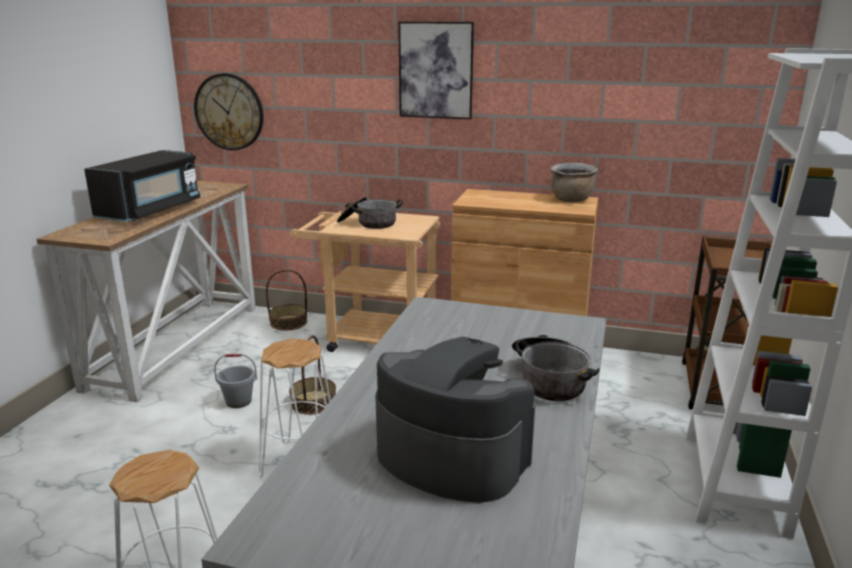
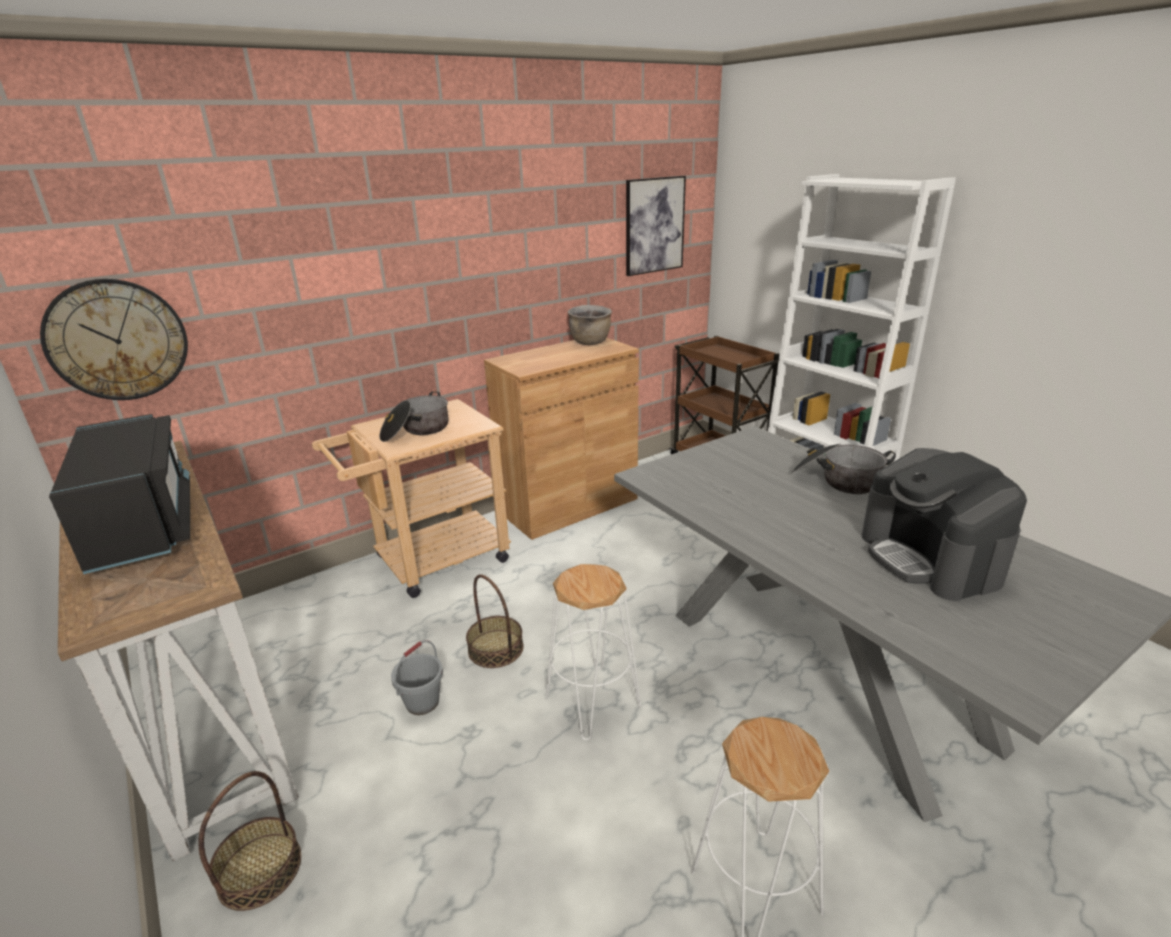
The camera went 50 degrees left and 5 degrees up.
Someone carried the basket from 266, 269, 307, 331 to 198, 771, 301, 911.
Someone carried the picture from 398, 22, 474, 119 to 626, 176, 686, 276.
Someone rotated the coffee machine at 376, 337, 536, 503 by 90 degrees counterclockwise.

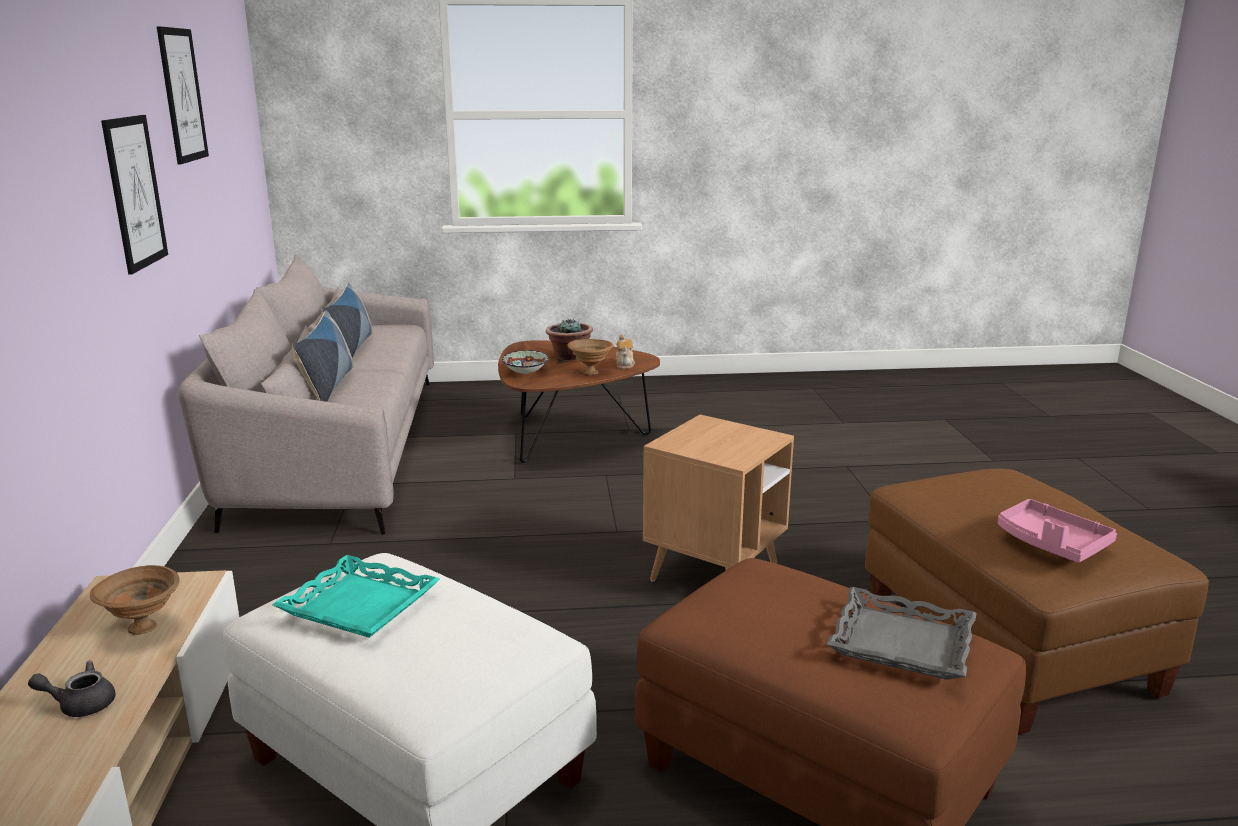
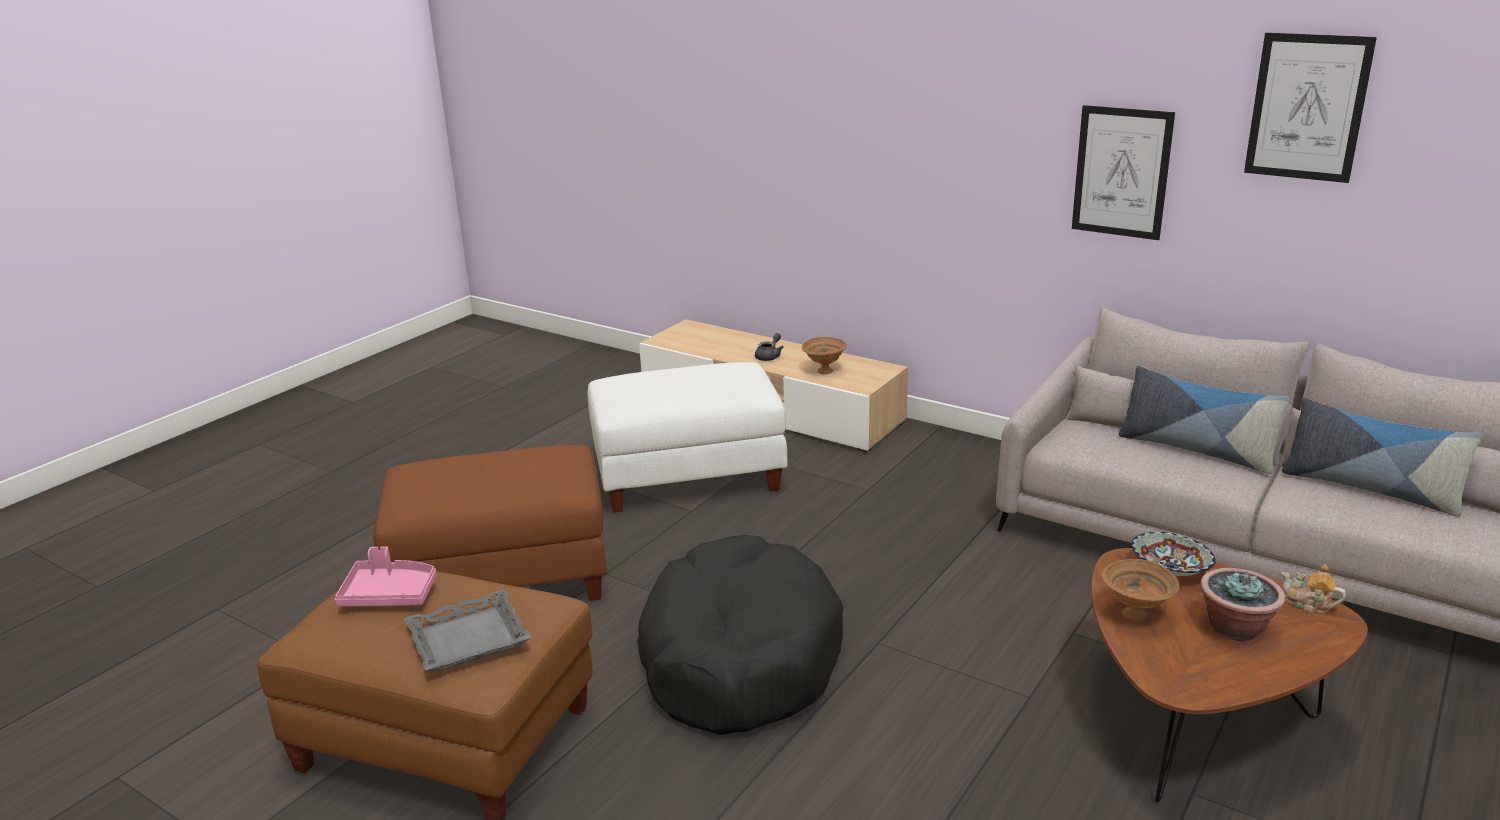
The camera went 130 degrees right and 5 degrees up.
Someone took away the turquoise tray at 272, 555, 440, 638.
Someone carried the teapot from 616, 335, 635, 369 to 1281, 564, 1346, 614.
Someone carried the grey tray from 827, 587, 977, 680 to 404, 589, 532, 672.
Someone swapped the brown side table at 643, 414, 794, 582 for the black dog bed at 637, 535, 843, 735.

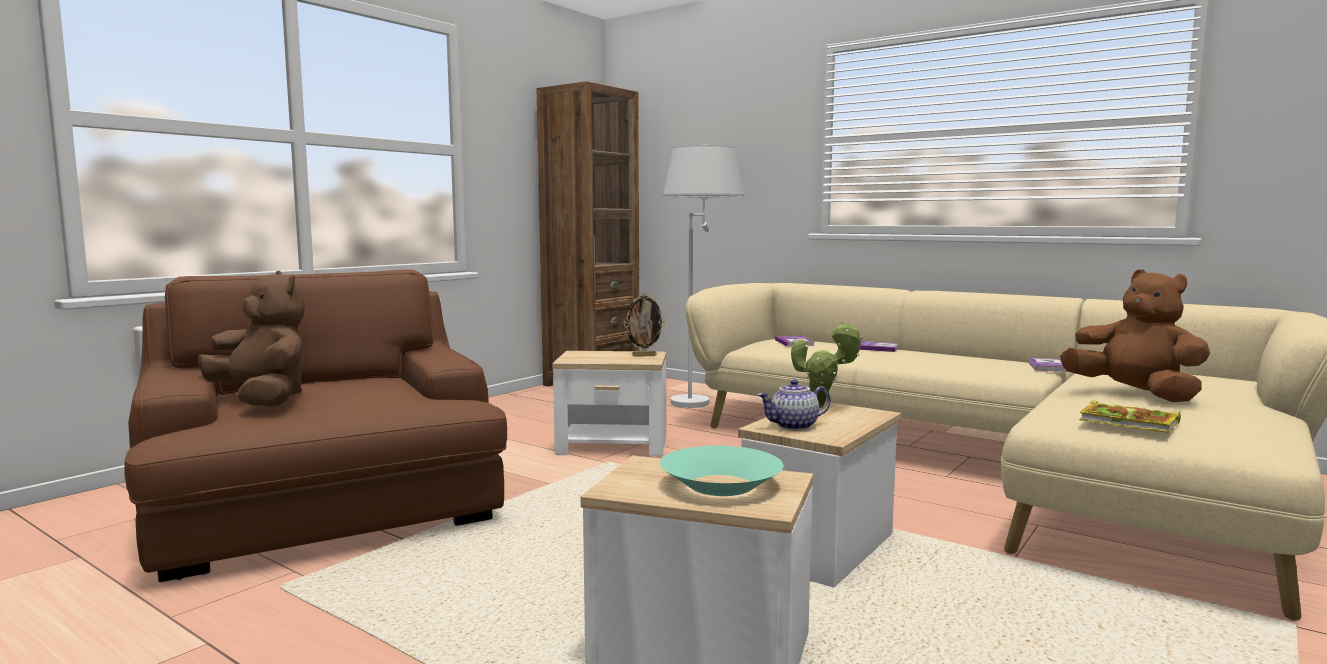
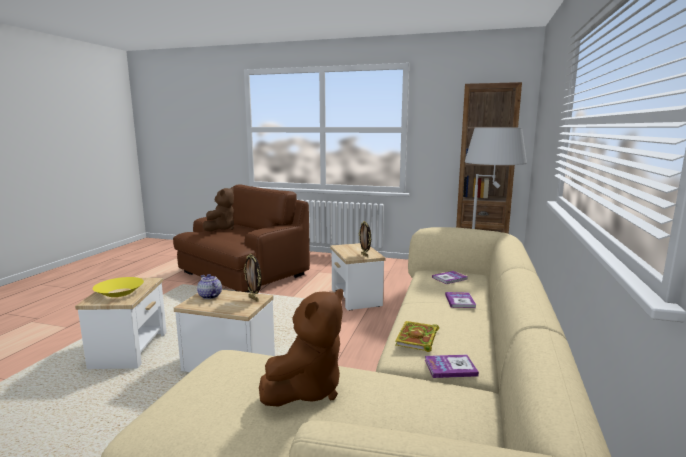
The camera went 70 degrees right and 5 degrees up.
Someone carried the book from 1079, 400, 1181, 433 to 395, 321, 439, 352.
Someone swapped the potted plant at 791, 322, 863, 408 for the picture frame at 244, 254, 262, 302.
Someone repainted the turquoise bowl at 660, 446, 783, 496, which became the yellow bowl at 92, 277, 144, 297.

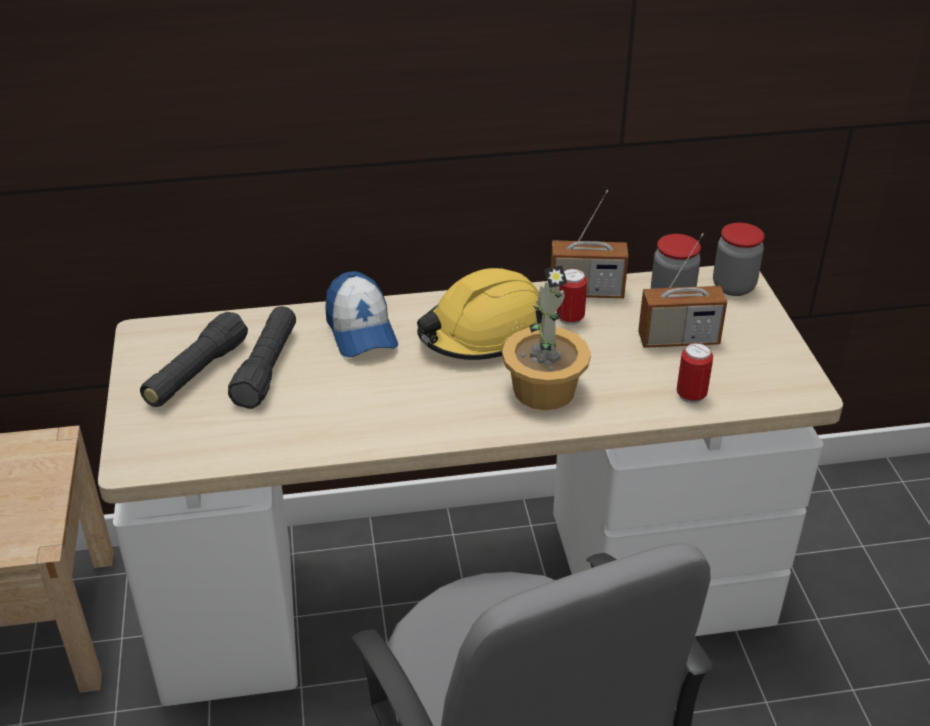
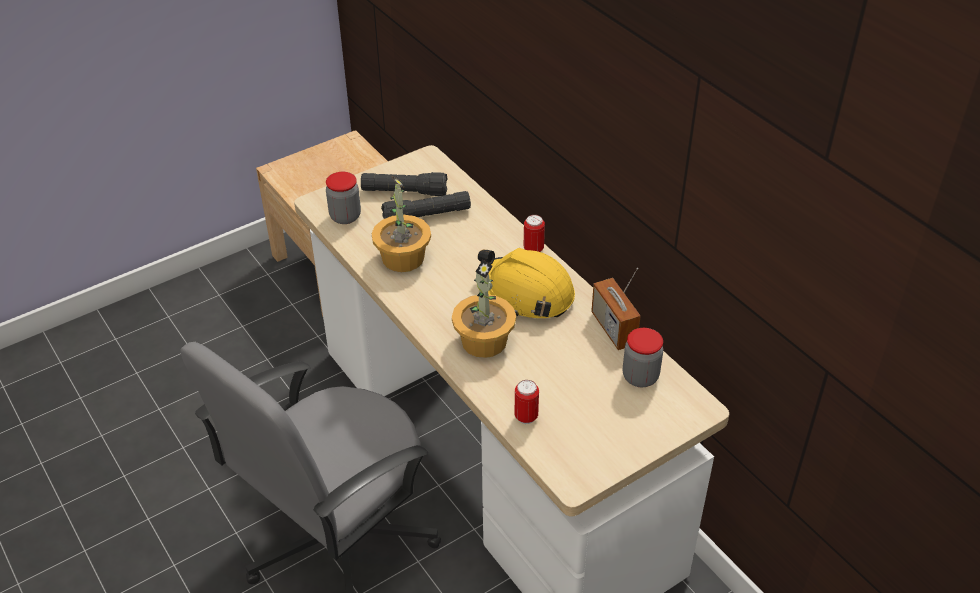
The camera went 65 degrees right and 5 degrees up.
Someone took away the cap at 325, 271, 398, 357.
Someone took away the radio at 638, 233, 727, 348.
Someone put down the potted plant at 372, 176, 431, 272.
Someone carried the can from 556, 268, 587, 325 to 524, 215, 545, 252.
Someone carried the jar from 713, 223, 764, 296 to 326, 172, 361, 224.

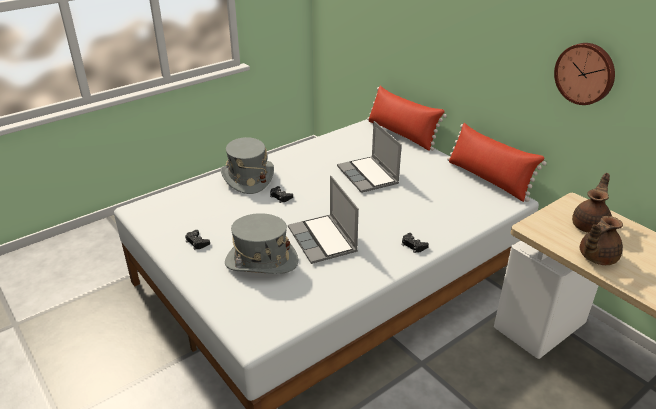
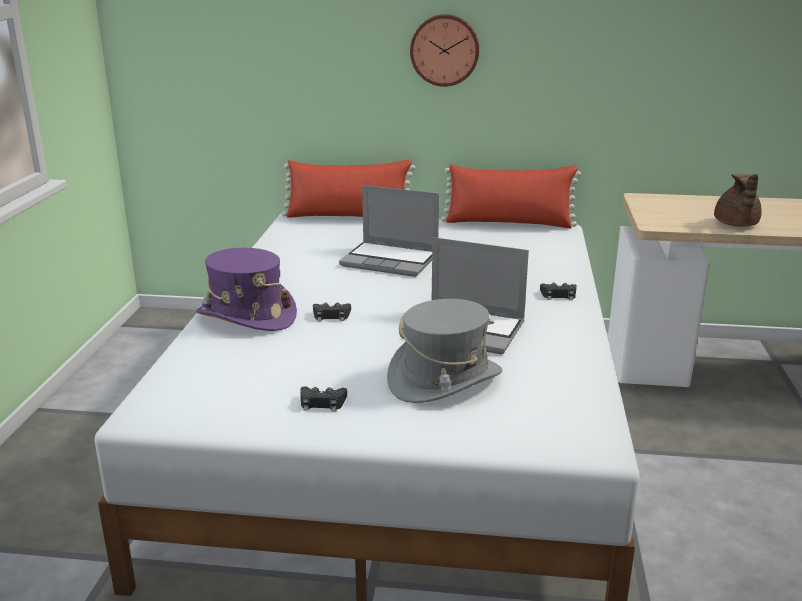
The camera went 45 degrees left and 10 degrees down.
Someone took away the brown teapot at 572, 173, 612, 233.
Someone carried the wall clock from 554, 43, 615, 105 to 410, 14, 479, 87.
Someone repainted the grey hat at 221, 137, 274, 194, which became the purple hat at 196, 248, 297, 331.

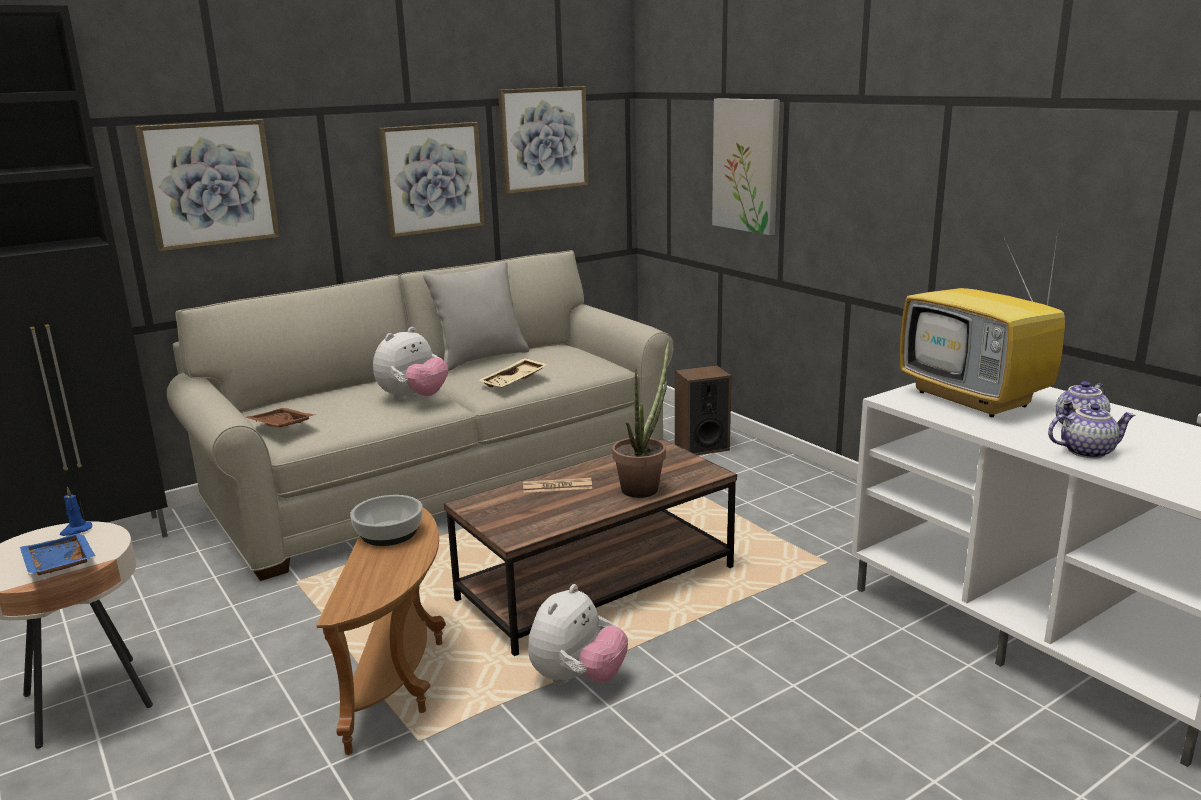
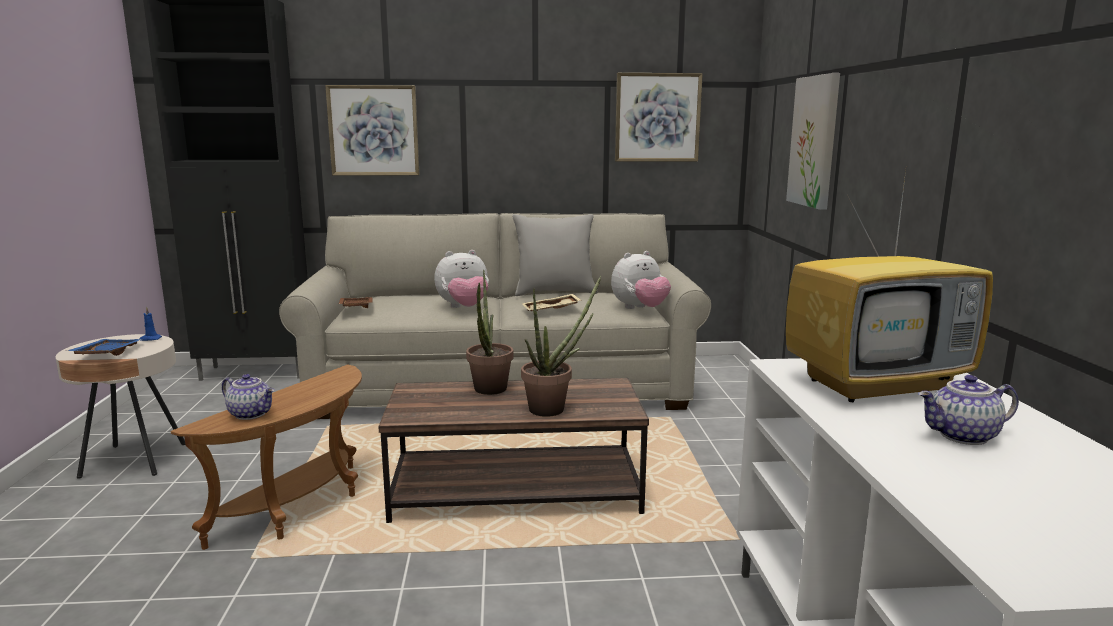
The camera went 30 degrees right and 5 degrees down.
Someone took away the bowl at 350, 495, 423, 546.
Someone took away the picture at 379, 122, 485, 238.
Someone took away the speaker at 675, 365, 731, 455.
Someone carried the plush toy from 528, 584, 628, 685 to 611, 251, 671, 309.
Someone carried the teapot from 1048, 404, 1136, 459 to 222, 374, 275, 420.
Someone swapped the newspaper at 523, 478, 592, 493 for the potted plant at 466, 270, 514, 395.
Someone rotated the television at 900, 231, 1065, 417 by 105 degrees counterclockwise.

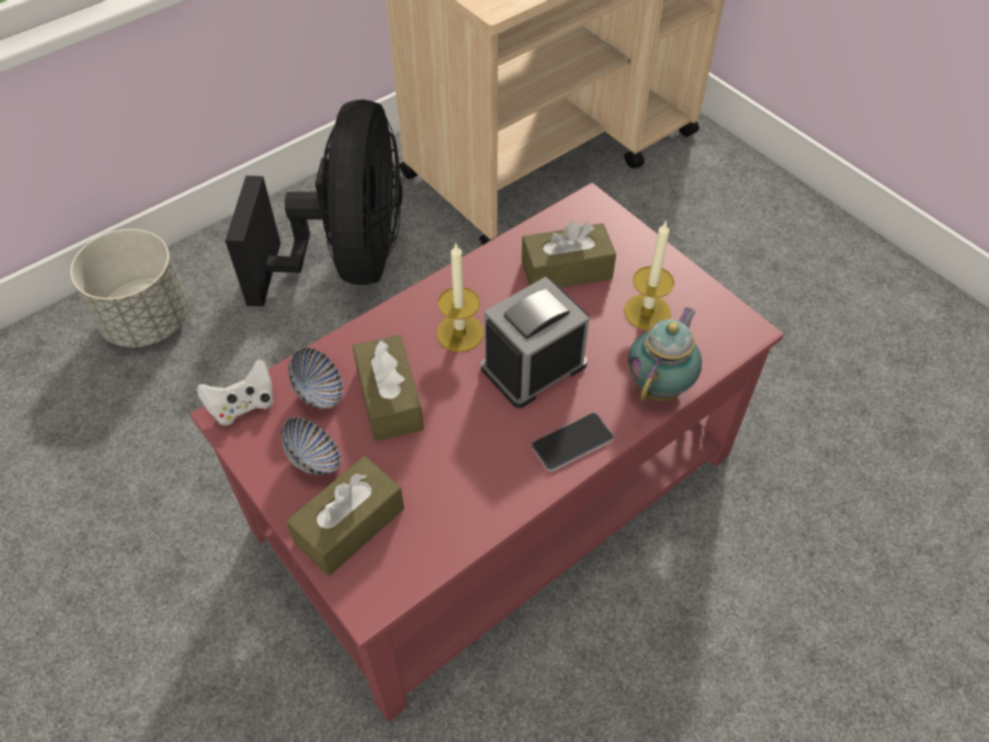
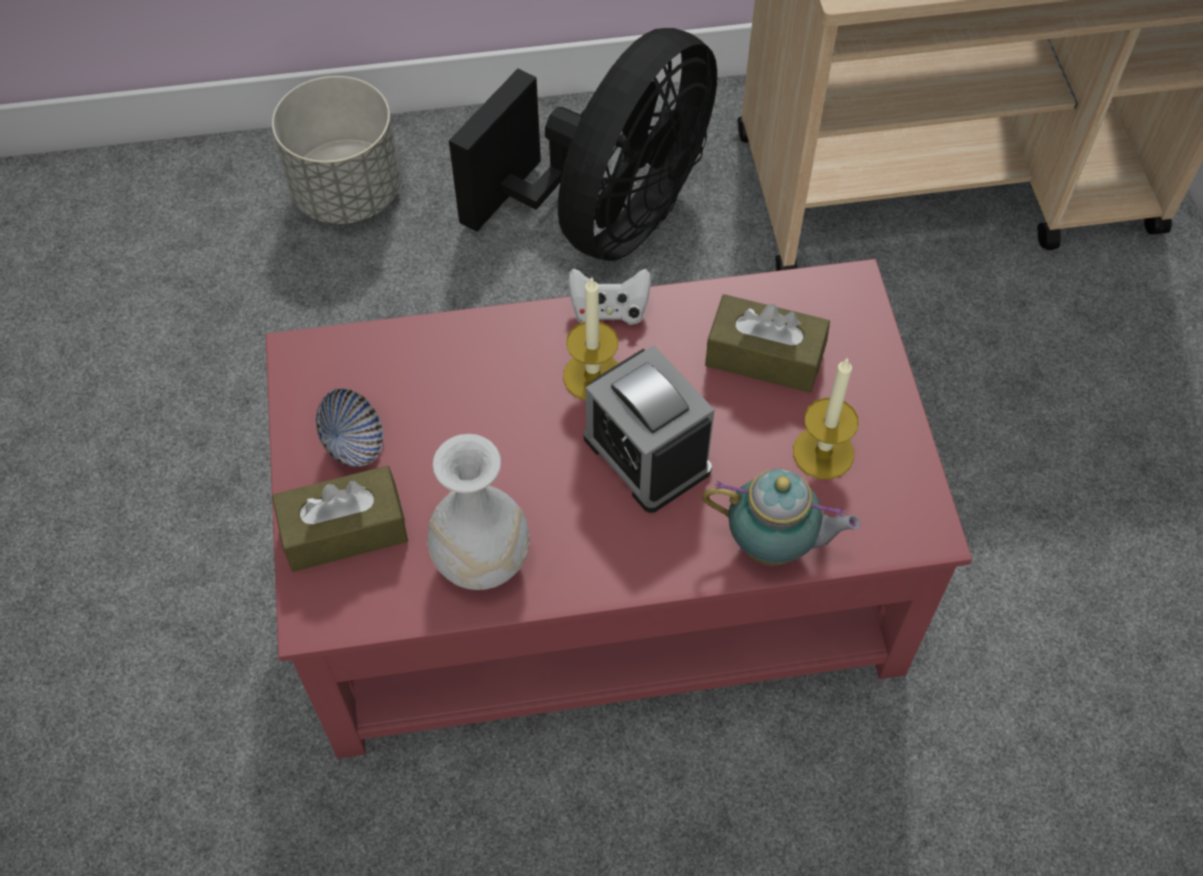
The camera went 30 degrees right and 5 degrees up.
Someone took away the bowl at 288, 347, 343, 409.
Someone took away the brown tissue box at 352, 335, 424, 441.
Someone took away the phone at 531, 413, 614, 471.
Someone put down the white vase at 427, 434, 530, 590.
Someone carried the white game controller from 197, 359, 274, 426 to 568, 268, 651, 325.
Someone rotated the alarm clock at 481, 277, 589, 408 by 120 degrees counterclockwise.
Someone rotated the teapot at 628, 307, 702, 401 by 45 degrees clockwise.

